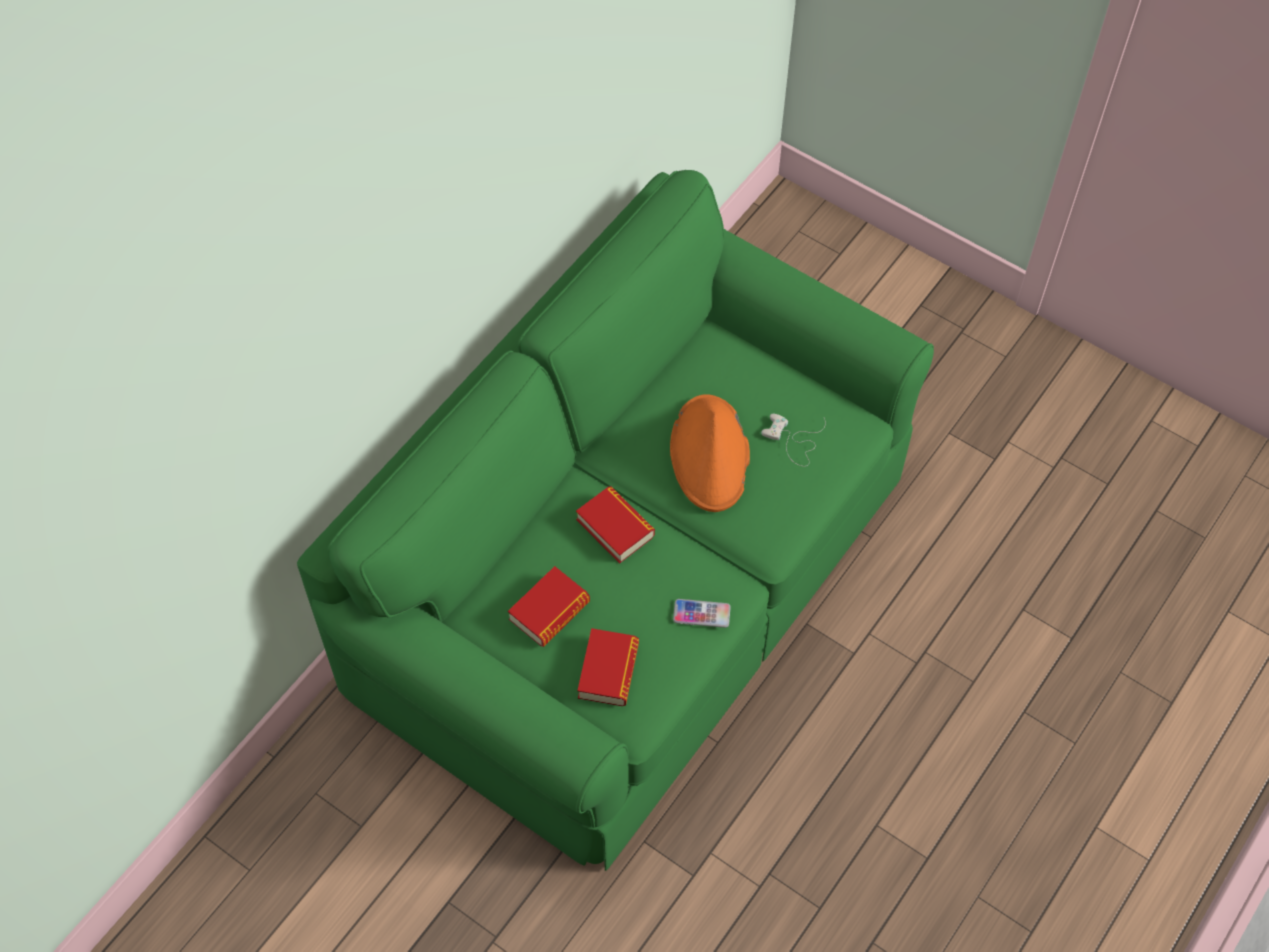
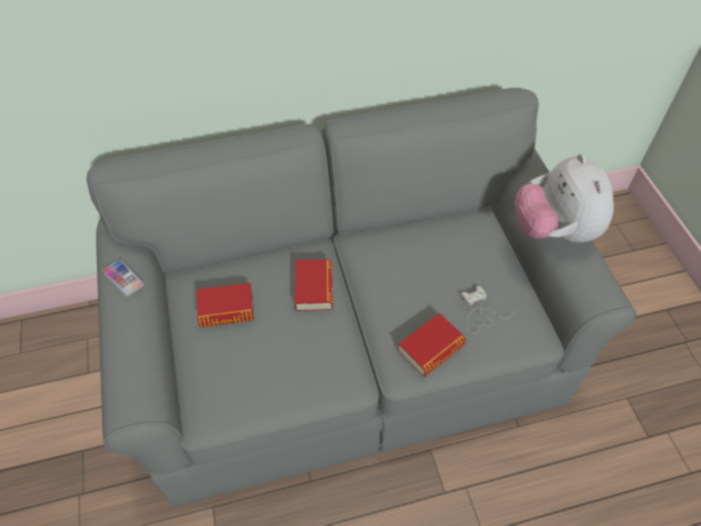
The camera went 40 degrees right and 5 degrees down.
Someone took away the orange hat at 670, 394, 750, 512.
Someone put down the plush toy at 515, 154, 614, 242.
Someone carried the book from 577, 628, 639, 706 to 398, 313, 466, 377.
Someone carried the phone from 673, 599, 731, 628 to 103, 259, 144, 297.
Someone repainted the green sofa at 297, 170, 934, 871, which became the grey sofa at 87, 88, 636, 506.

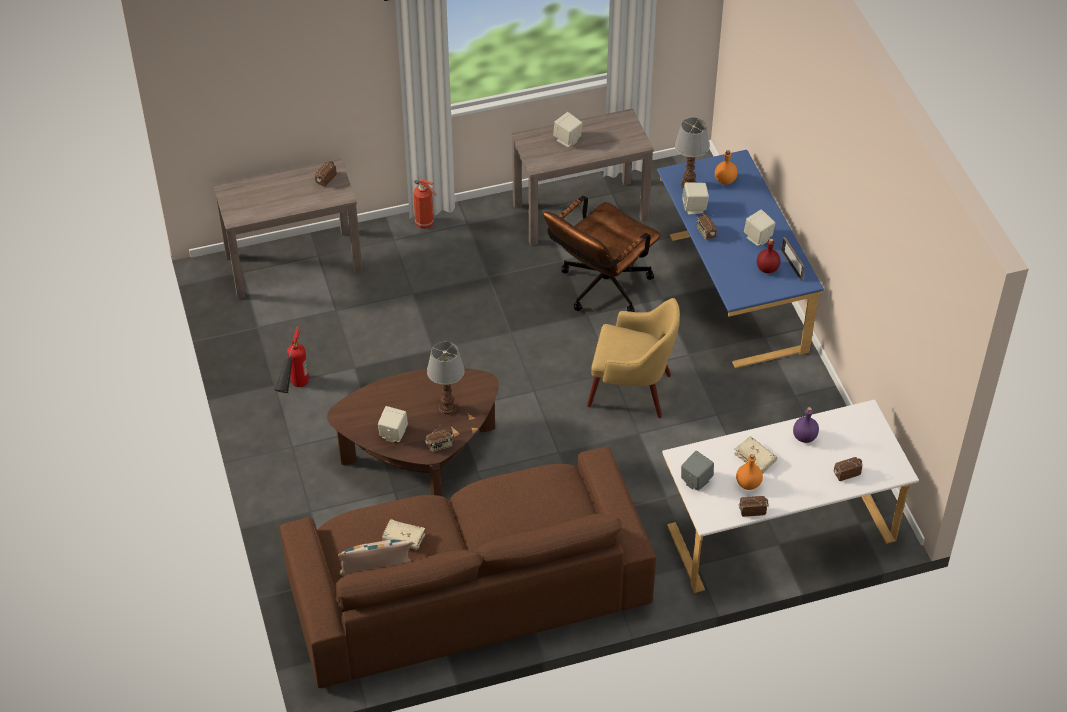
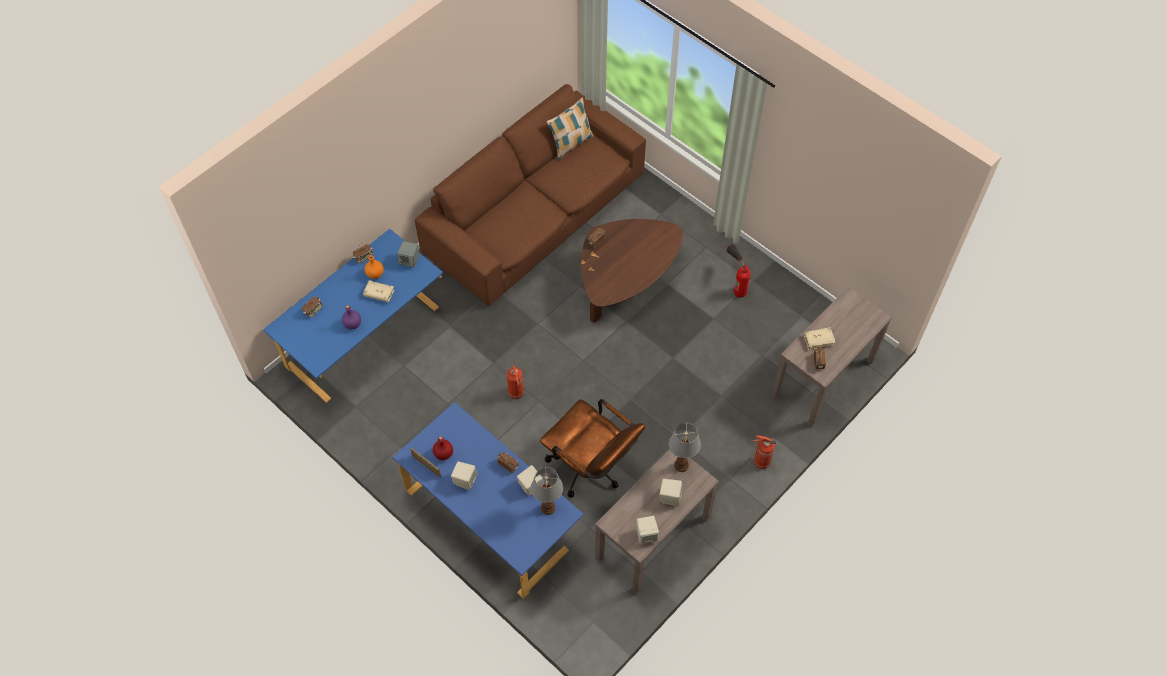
The camera went 150 degrees right and 10 degrees up.
Someone took away the orange bottle at 715, 150, 738, 185.
Someone carried the beige speaker from 378, 406, 408, 443 to 636, 516, 659, 544.
Someone carried the beige book from 382, 519, 426, 550 to 804, 327, 836, 350.
Someone carried the table lamp from 427, 342, 465, 415 to 669, 423, 701, 472.
Someone swapped the yellow armchair at 587, 298, 680, 418 for the fire extinguisher at 507, 363, 524, 399.
Someone repainted the white desk at 662, 400, 919, 593, which became the blue desk at 263, 229, 443, 403.
Someone rotated the brown office chair at 543, 196, 660, 312 by 120 degrees clockwise.

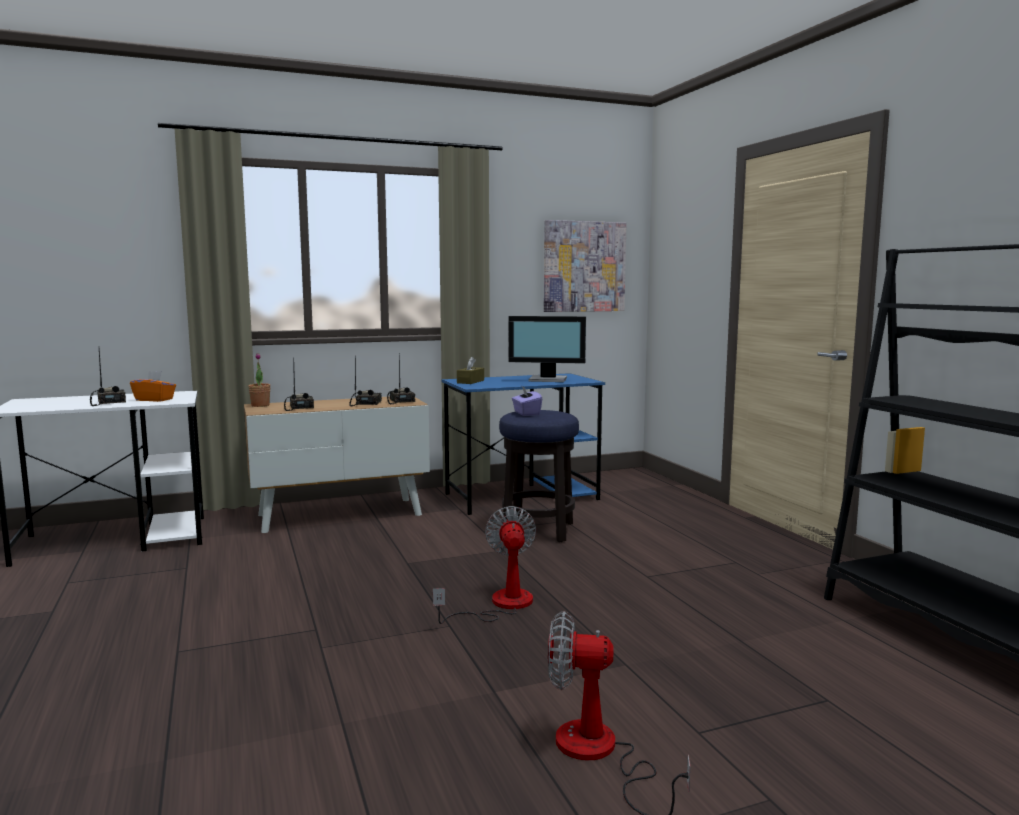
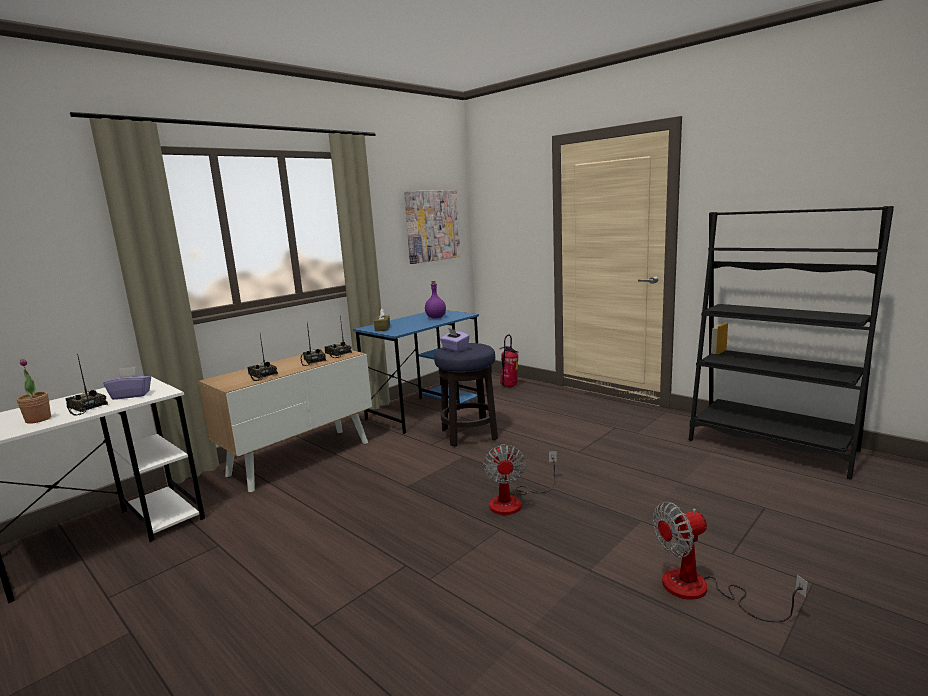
The camera went 25 degrees left and 5 degrees up.
Someone put down the fire extinguisher at 499, 334, 519, 387.
Someone carried the potted plant from 248, 353, 270, 407 to 16, 358, 51, 424.
Someone swapped the monitor at 509, 316, 586, 382 for the purple bottle at 425, 281, 446, 318.
Someone repainted the orange tissue box at 130, 371, 176, 402, which became the purple tissue box at 103, 367, 151, 400.
Someone rotated the fan at 433, 506, 536, 624 by 150 degrees counterclockwise.

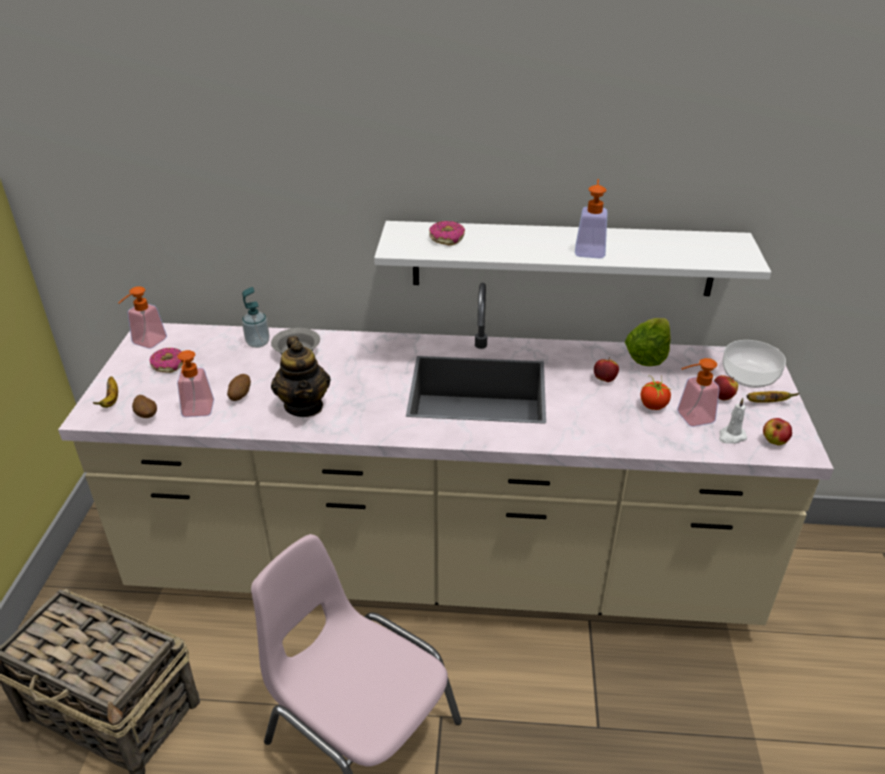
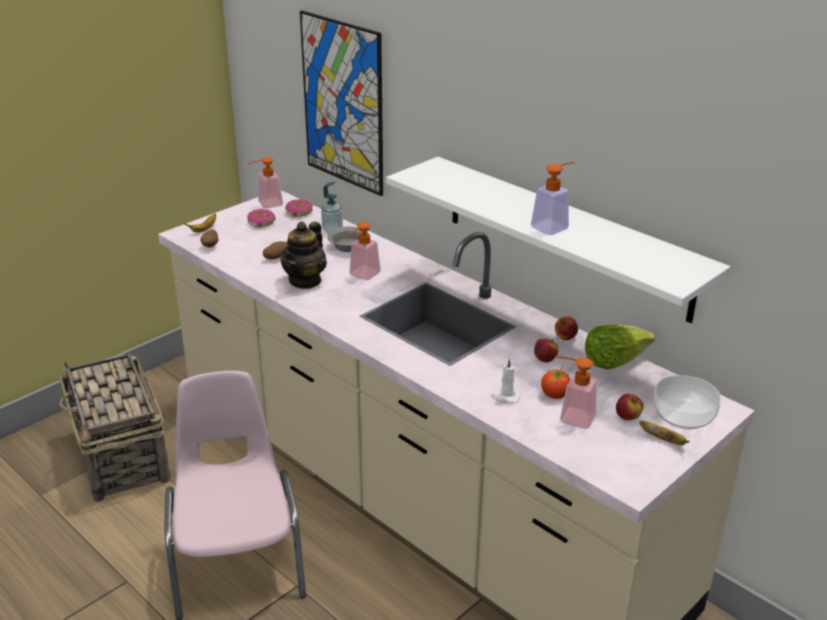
The camera went 40 degrees right and 5 degrees down.
Someone put up the picture at 300, 11, 383, 196.
Someone carried the soap dispenser from 177, 350, 214, 417 to 349, 222, 381, 280.
Someone carried the donut from 429, 221, 465, 245 to 285, 199, 313, 217.
Someone carried the white candle from 719, 398, 747, 444 to 491, 358, 520, 404.
Someone carried the apple from 763, 418, 792, 445 to 555, 316, 578, 340.

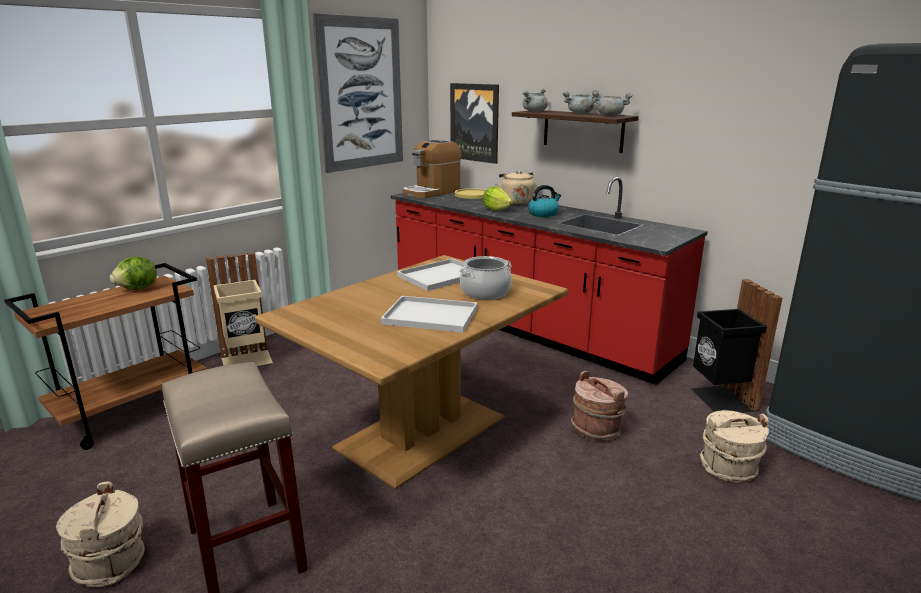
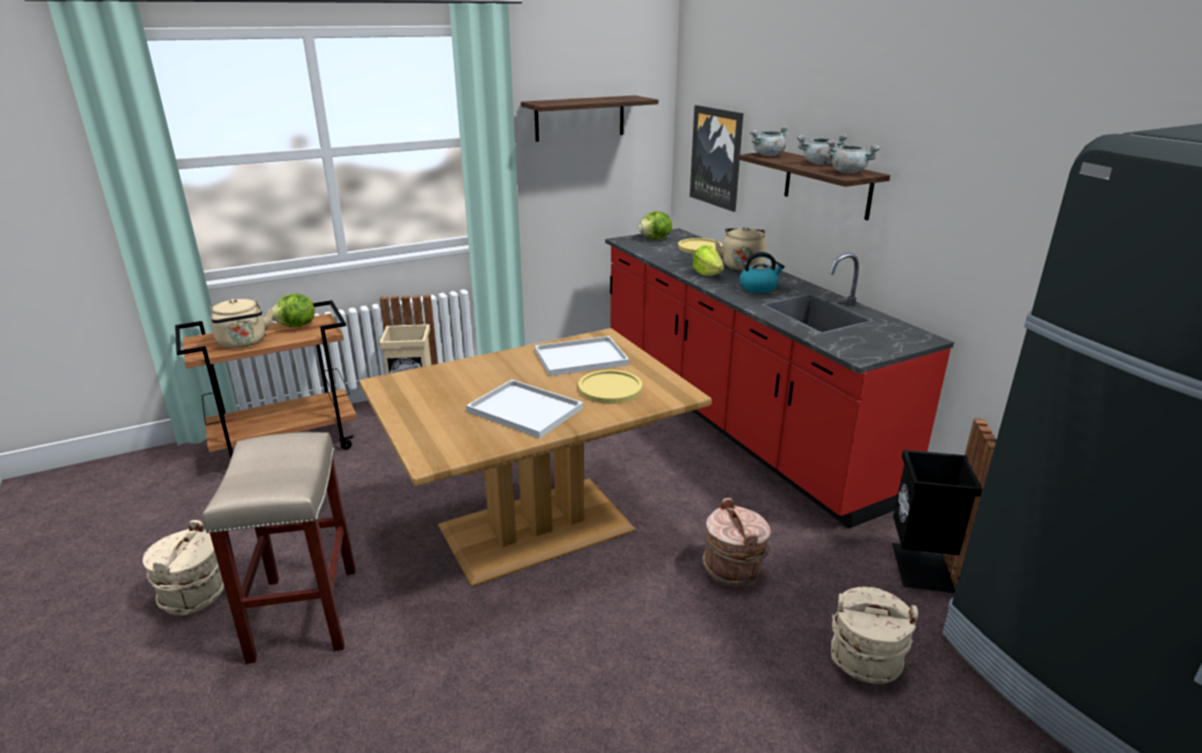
The camera went 20 degrees right and 5 degrees up.
Someone put down the beige kettle at 210, 298, 273, 348.
Someone swapped the picture at 312, 13, 403, 173 for the shelf at 521, 95, 658, 142.
Someone swapped the coffee machine at 403, 140, 461, 198 for the lettuce at 638, 211, 672, 239.
Someone swapped the cooking pot at 459, 256, 512, 300 for the yellow plate at 578, 370, 642, 404.

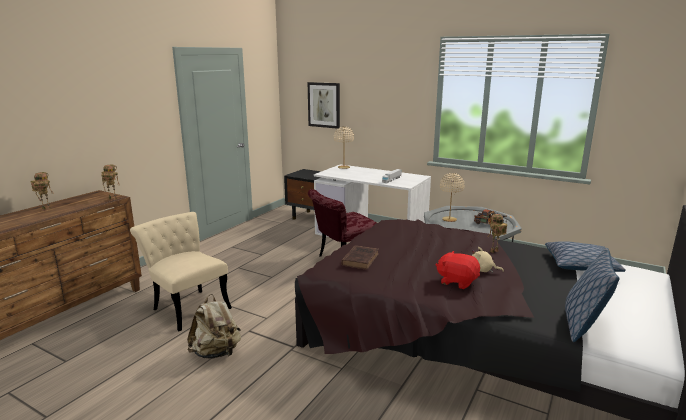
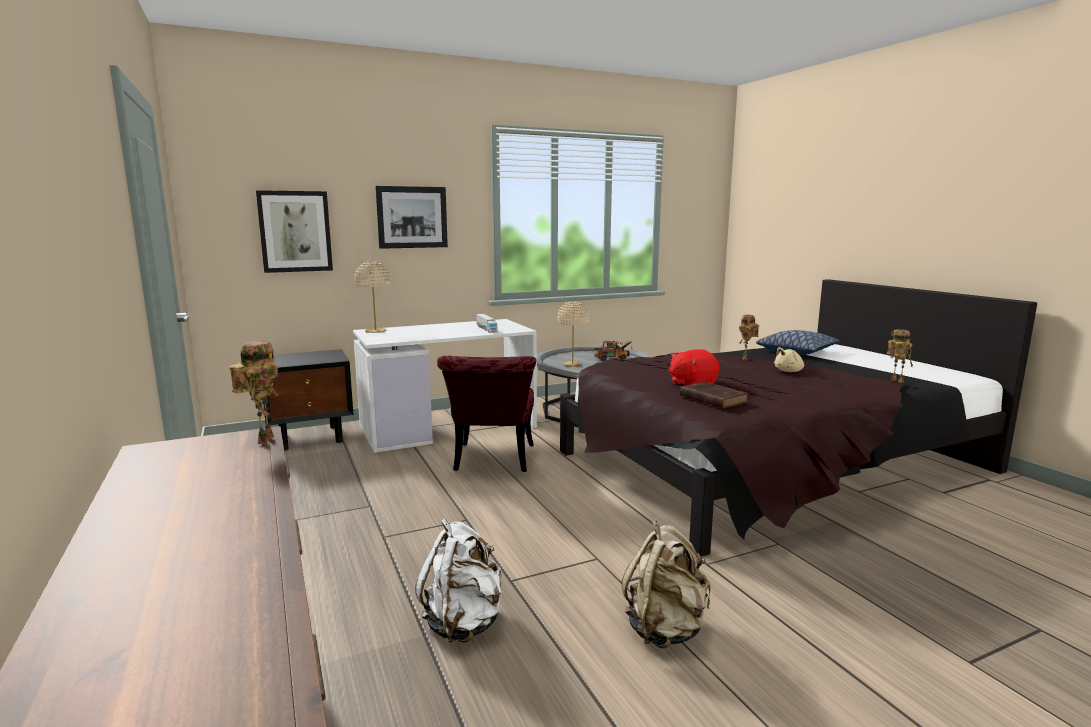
The camera went 55 degrees left and 5 degrees down.
Someone took away the pillow at 565, 248, 619, 342.
Someone put up the picture at 375, 186, 448, 249.
Someone carried the toy robot from 30, 172, 53, 211 to 887, 329, 913, 383.
Someone carried the red plush toy from 436, 251, 480, 289 to 670, 349, 719, 386.
Someone swapped the beige chair at 130, 212, 232, 331 for the white backpack at 415, 519, 502, 643.

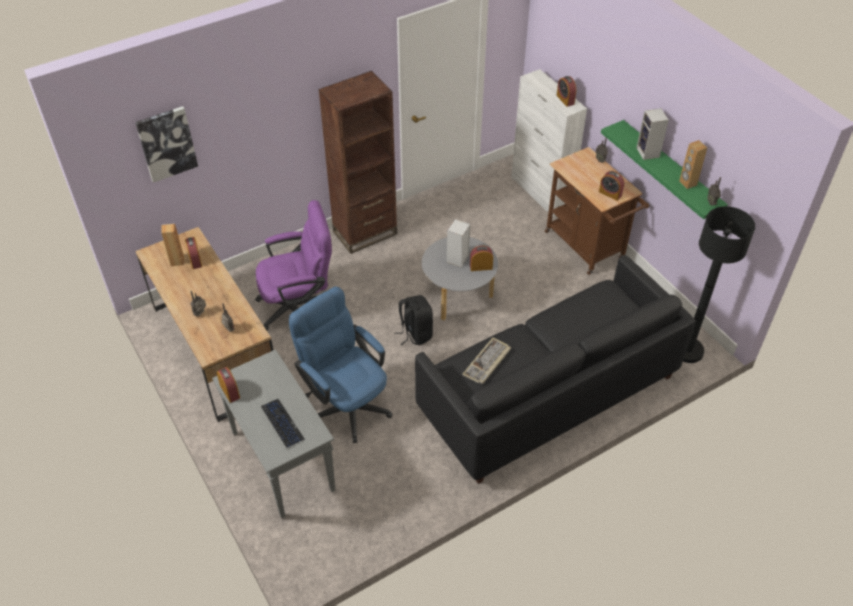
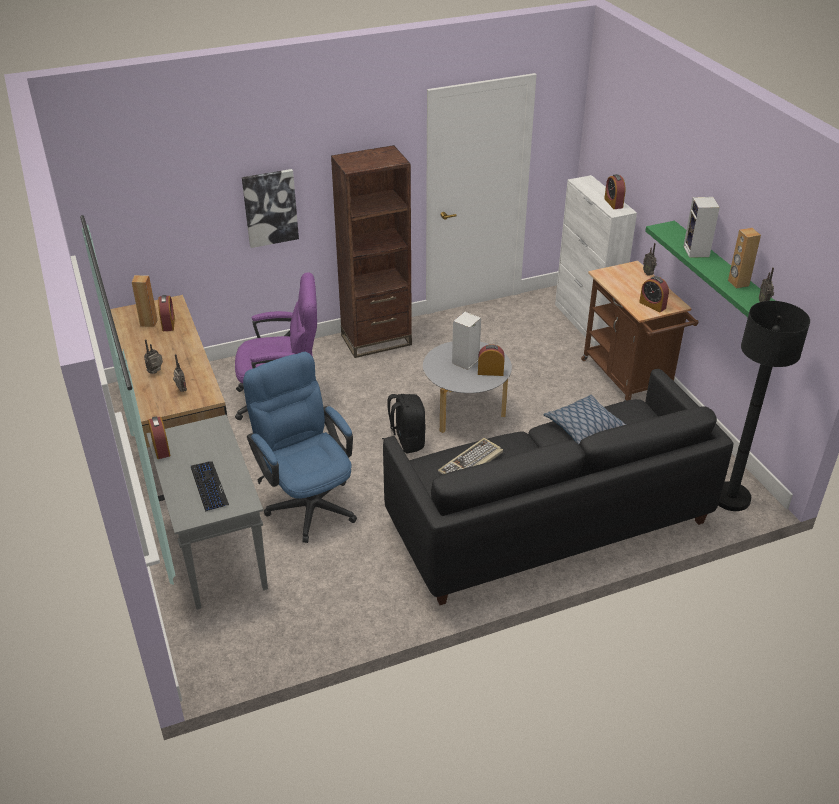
The camera went 10 degrees right and 10 degrees down.
Someone put down the pillow at 543, 395, 626, 444.
Someone carried the picture from 135, 106, 198, 183 to 242, 169, 299, 248.

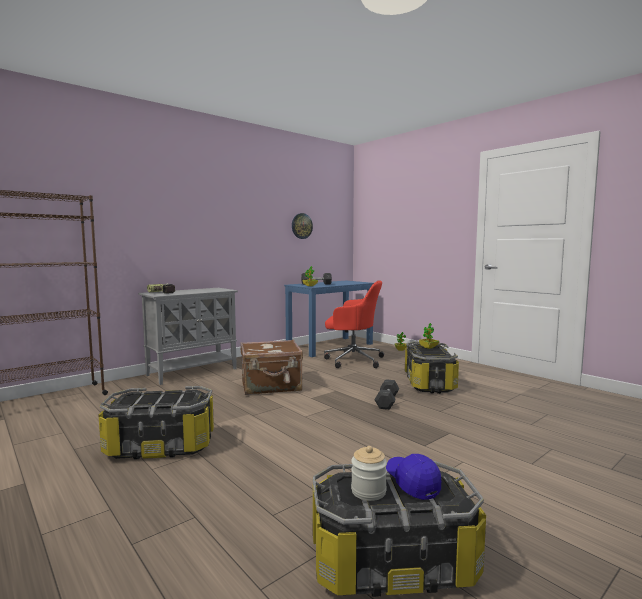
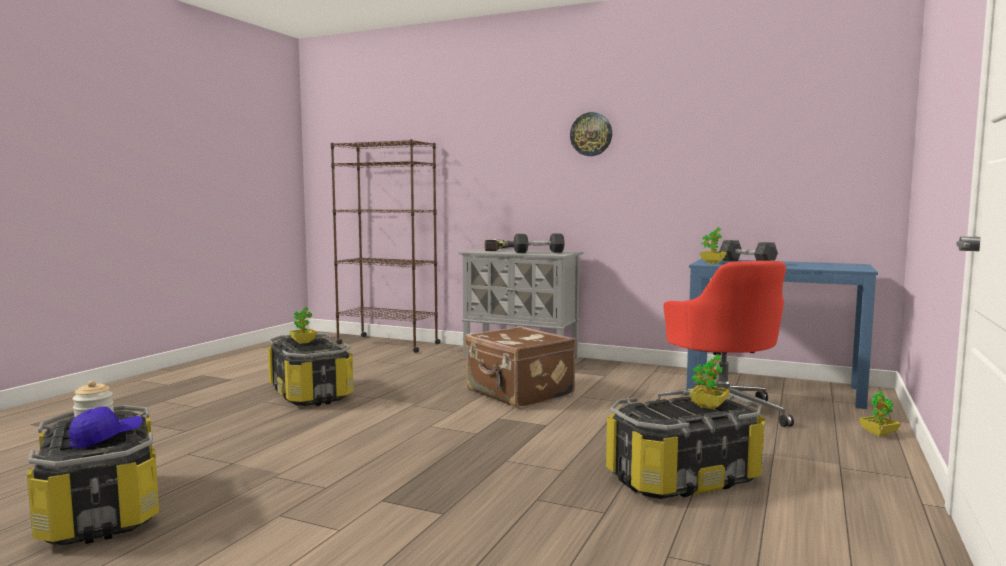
The camera went 65 degrees right and 0 degrees up.
Someone put down the potted plant at 289, 307, 317, 344.
Someone carried the wall clock from 292, 213, 313, 239 to 570, 112, 612, 156.
Someone carried the grey dumbbell from 375, 379, 399, 410 to 514, 233, 565, 253.

